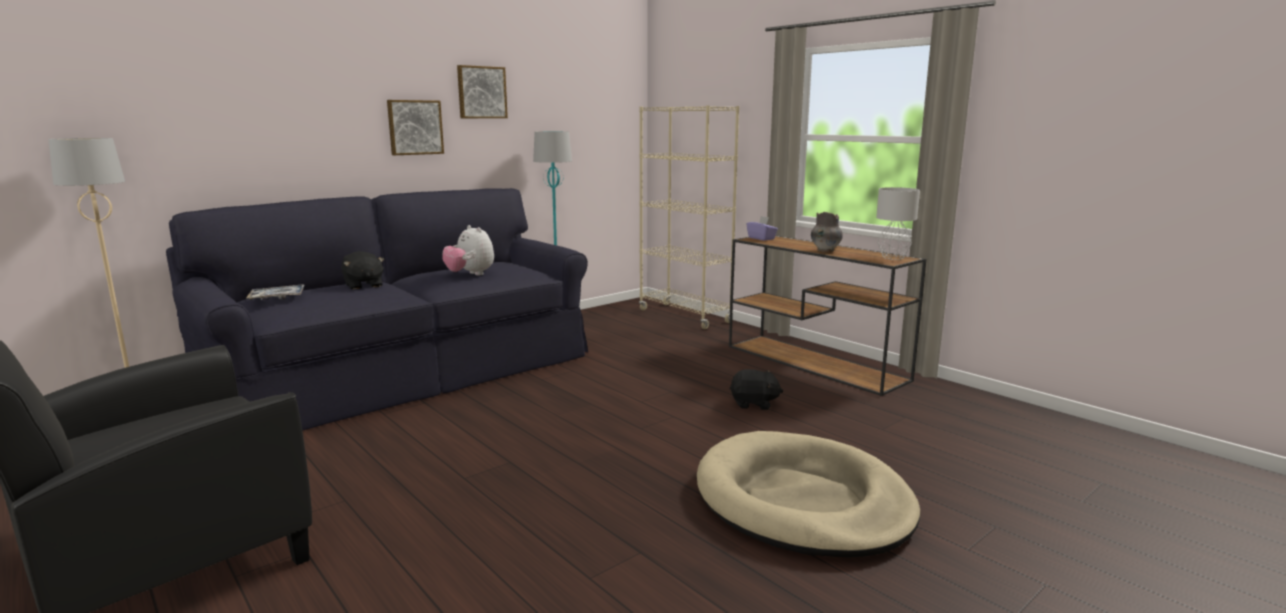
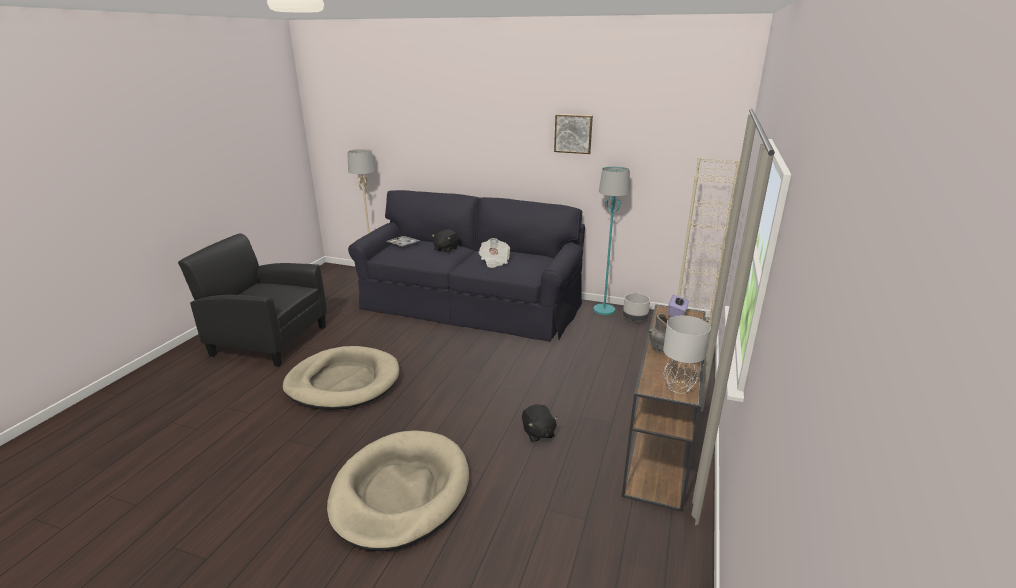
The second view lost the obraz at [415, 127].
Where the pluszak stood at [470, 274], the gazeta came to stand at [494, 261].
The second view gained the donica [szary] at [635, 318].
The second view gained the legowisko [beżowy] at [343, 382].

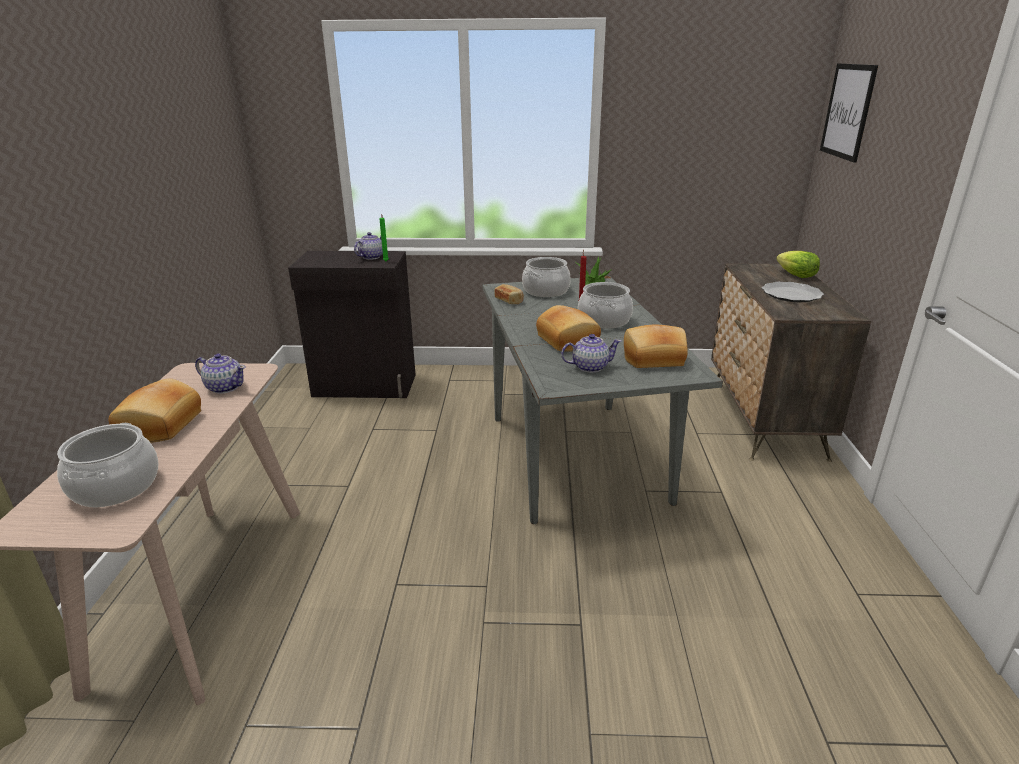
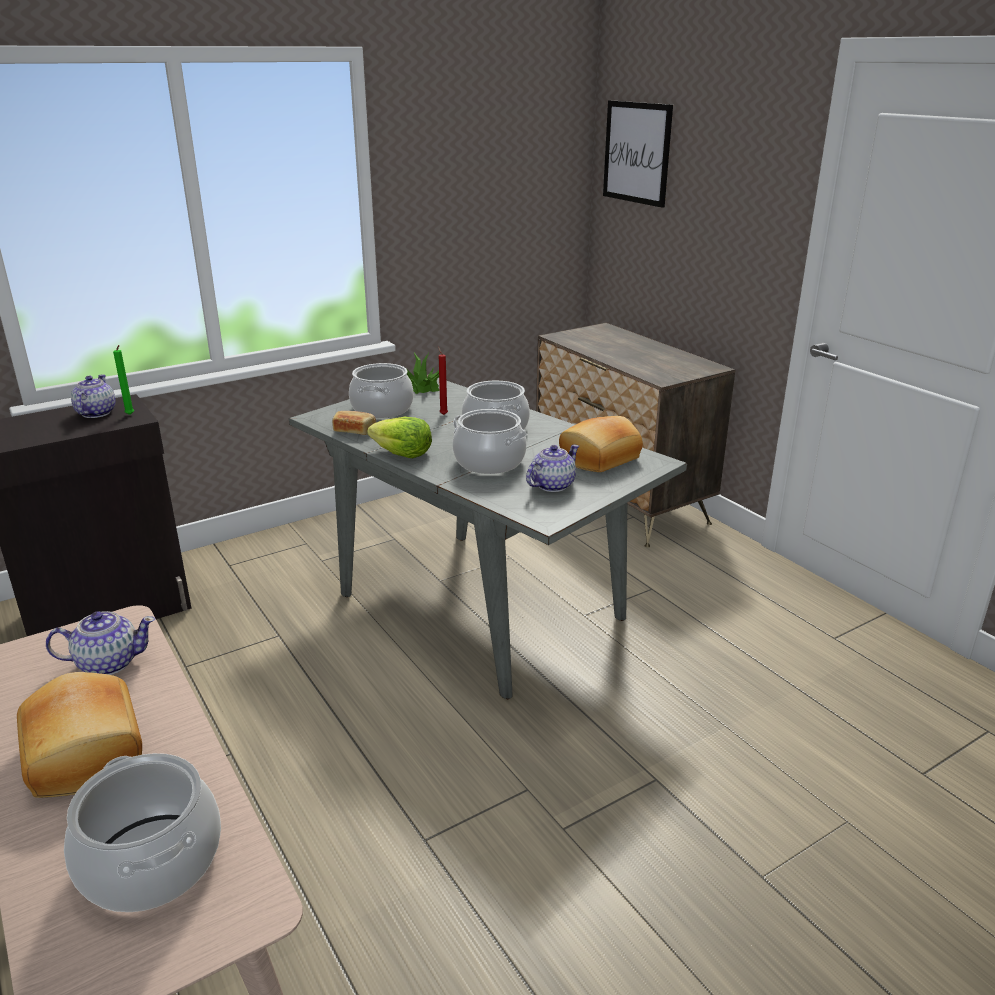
The sałata ended up elsewhere, having gone from [796, 275] to [402, 454].
The second view lost the talerz at [791, 294].
Where the chleb stood at [569, 340], the garnek came to stand at [490, 461].

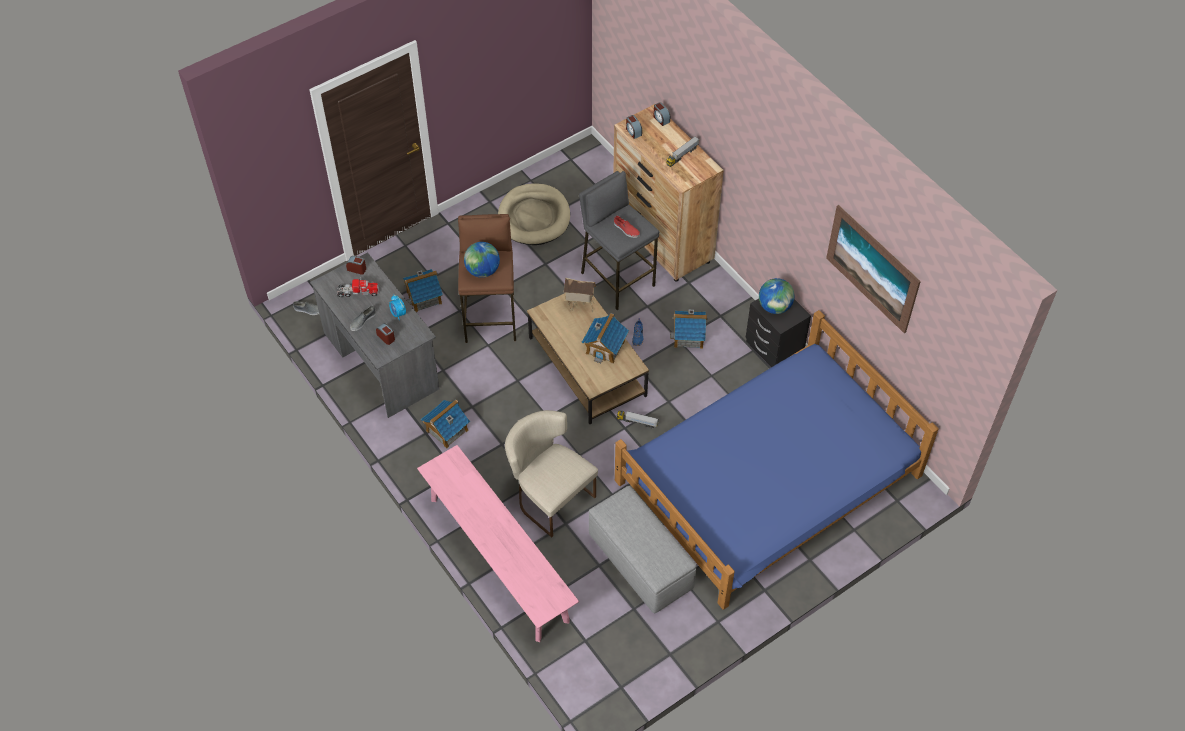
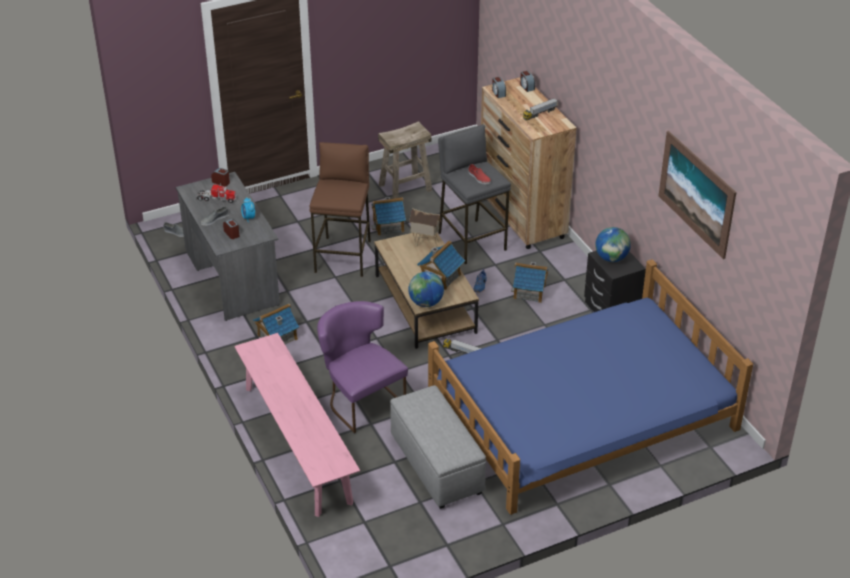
Where the legowisko [beżowy] stood at [534, 217], the stołek [beżowy] came to stand at [405, 187].
The globus ended up elsewhere, having gone from [482, 271] to [426, 303].
The domek ended up elsewhere, having gone from [424, 297] to [388, 225].
What was the krzesło [beżowy] at [549, 496] turned into the krzesło [fioletowy] at [361, 400].

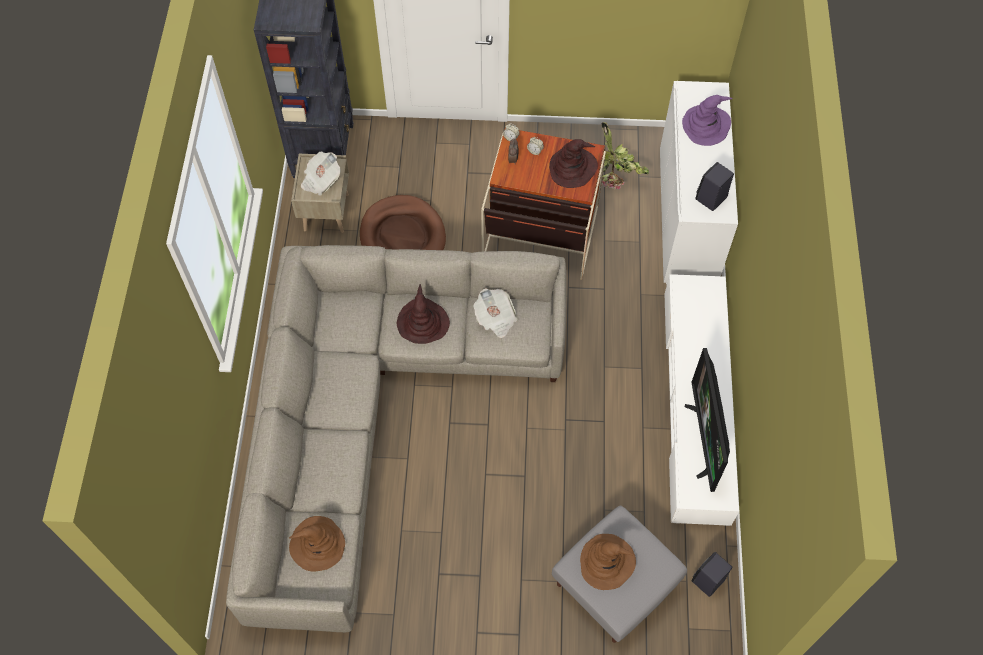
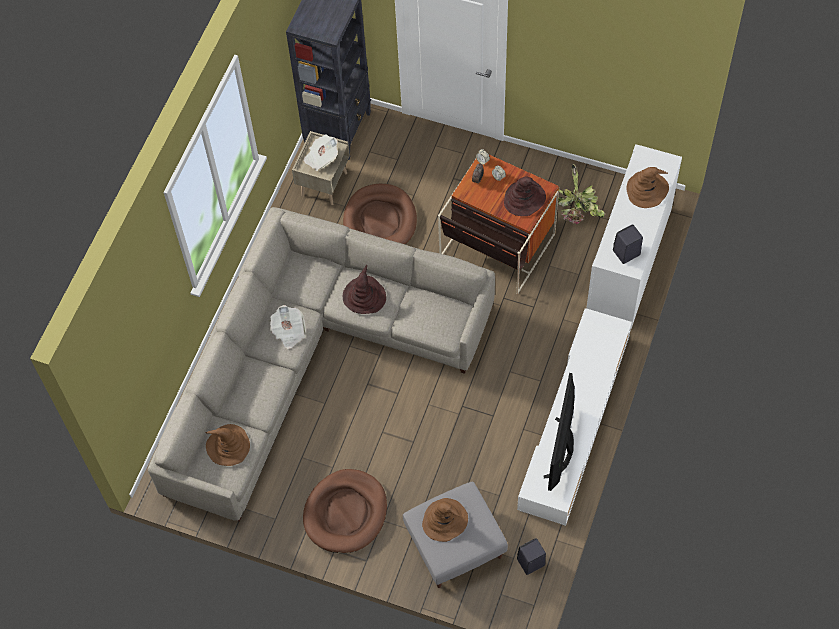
What was the kapelusz [fioletowy] at [706, 126] turned into the kapelusz [brązowy] at [647, 190].
The gazeta ended up elsewhere, having gone from [495, 319] to [289, 332].
The second view gained the legowisko [brązowy] at [346, 513].

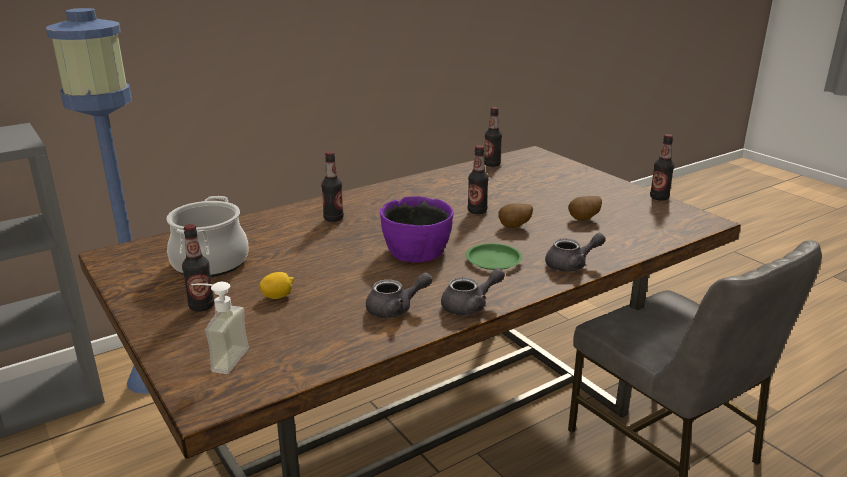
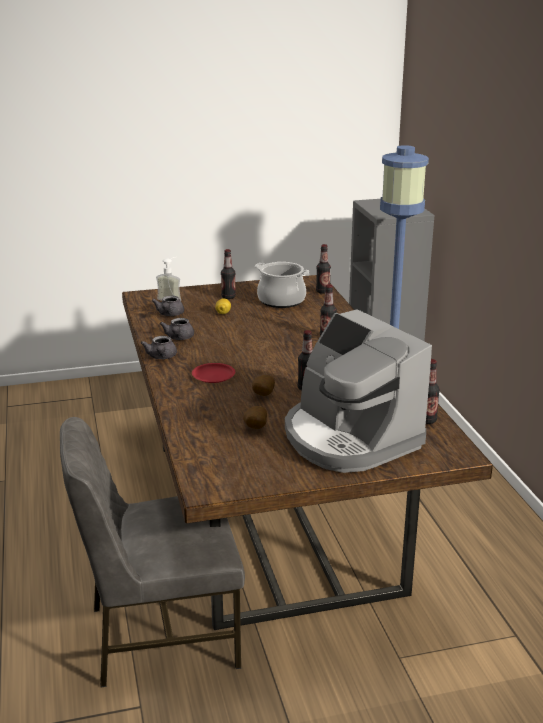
The butelka ended up elsewhere, having gone from [659, 198] to [323, 291].
The second view lost the miska [fioletowy] at [417, 251].
The imbryk [szary] ended up elsewhere, having gone from [571, 265] to [169, 314].
What was the talerz [zielony] at [493, 260] turned into the talerz [czerwony] at [213, 376].
The second view gained the ekspres do kawy at [349, 438].

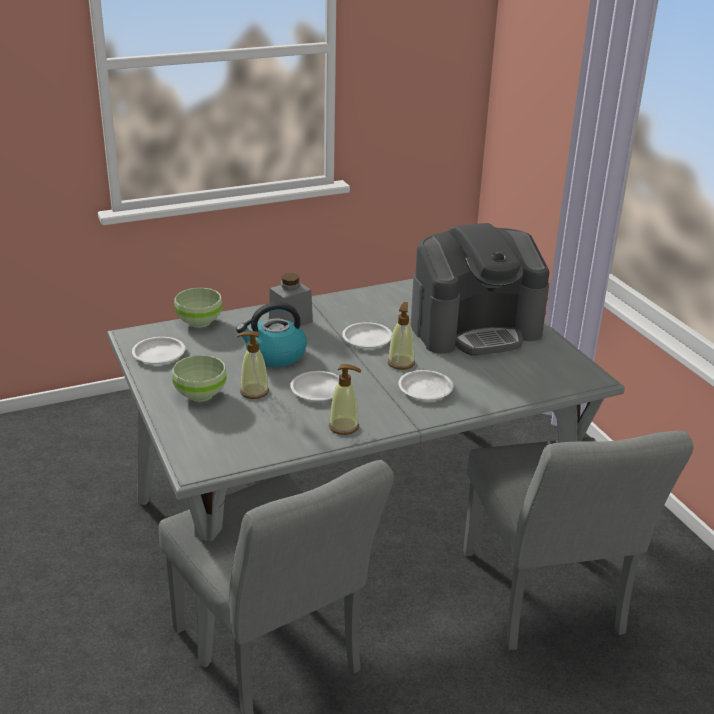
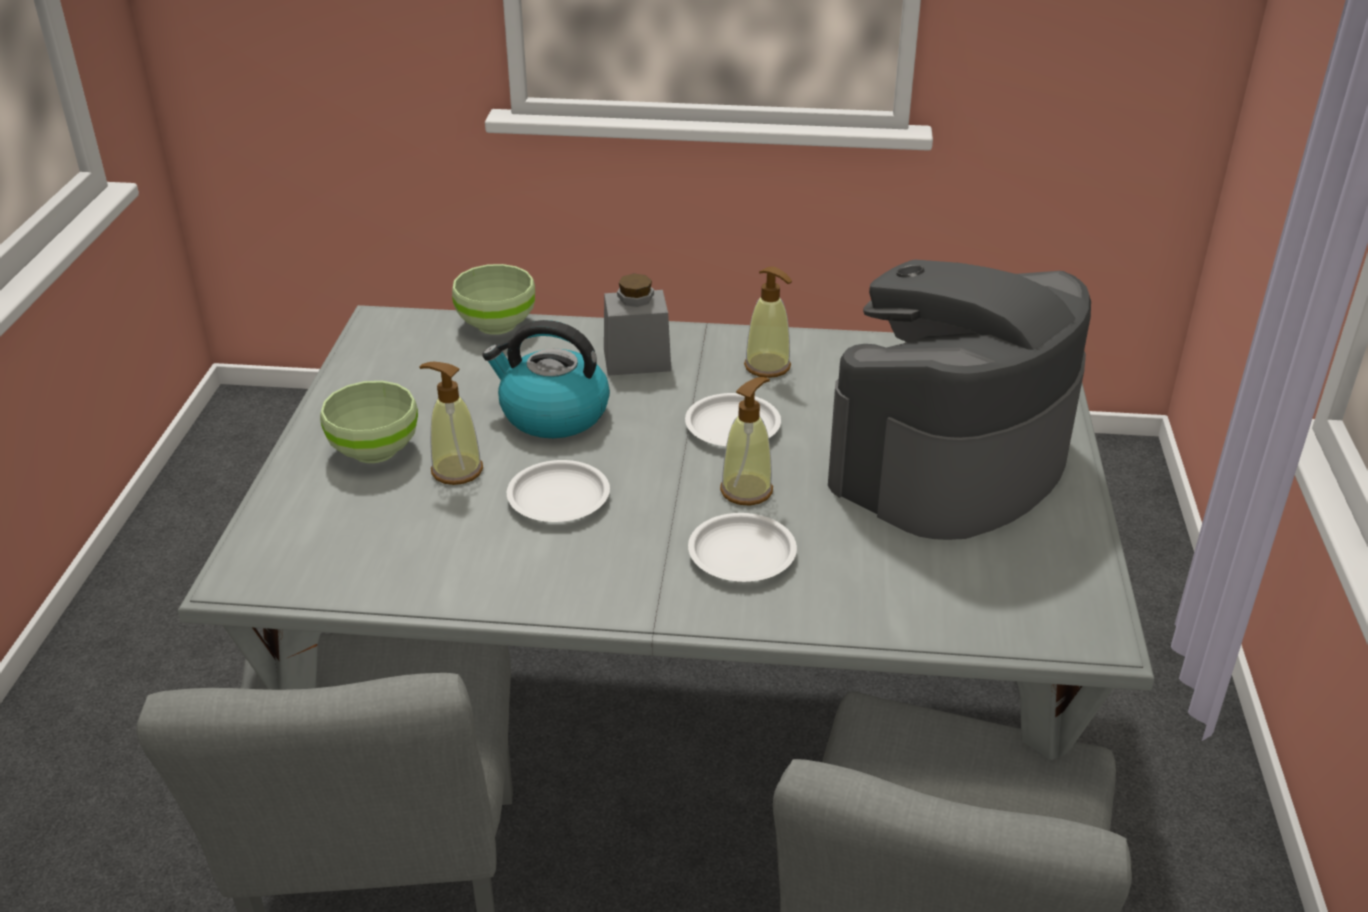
The ekspres do kawy at [475, 328] ended up facing another way, 120 degrees clockwise from before.
The second view lost the talerz [biały] at [158, 354].
The dozownik mydła ended up elsewhere, having gone from [344, 427] to [767, 366].

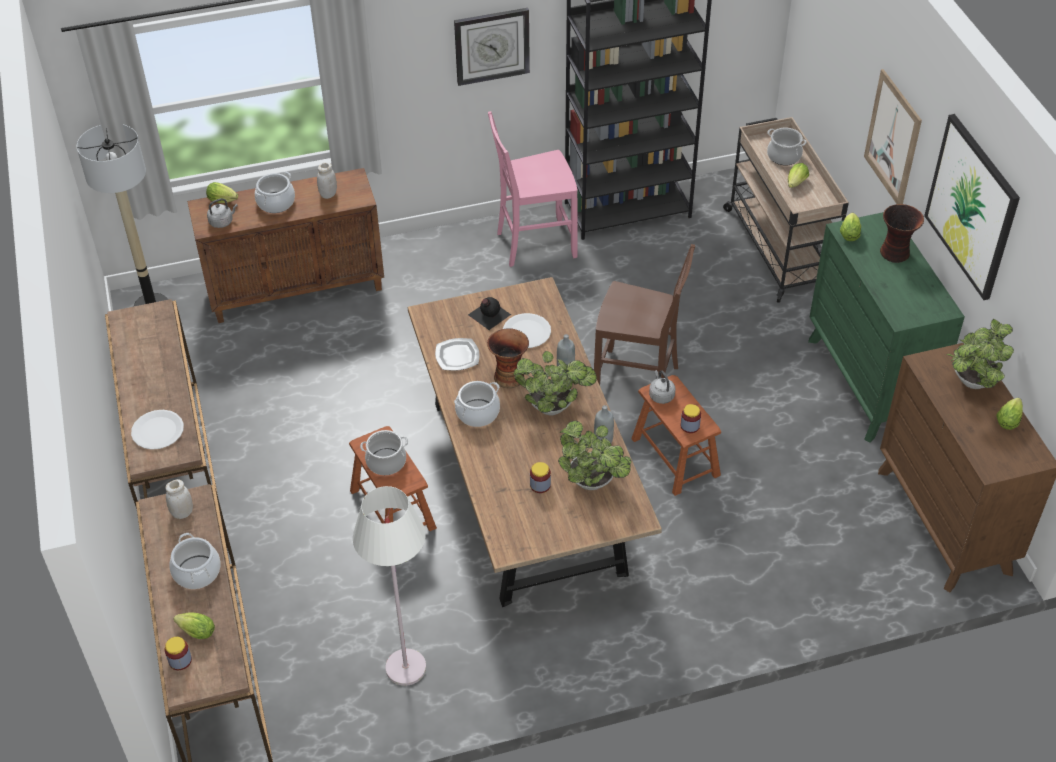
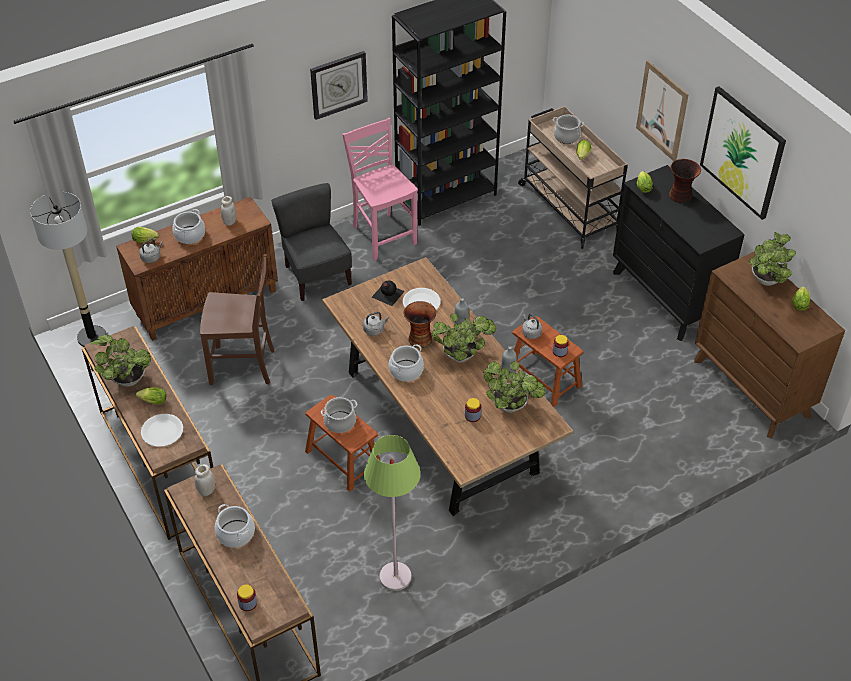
The krzesło [różowy] at [534, 244] ended up facing another way, 90 degrees clockwise from before.
What was the komoda [zielony] at [867, 382] turned into the komoda [czarny] at [665, 296].
The krzesło [brązowy] ended up elsewhere, having gone from [638, 380] to [244, 366].
Where the talerz stood at [457, 355], the czajnik [szary] came to stand at [375, 330].
What was the lampa stojąca [biały] at [405, 667] turned into the lampa stojąca [zielony] at [395, 576].
The sałata ended up elsewhere, having gone from [195, 631] to [152, 401].
The second view gained the krzesło [szary] at [316, 276].
The second view gained the roślina doniczkowa at [126, 379].

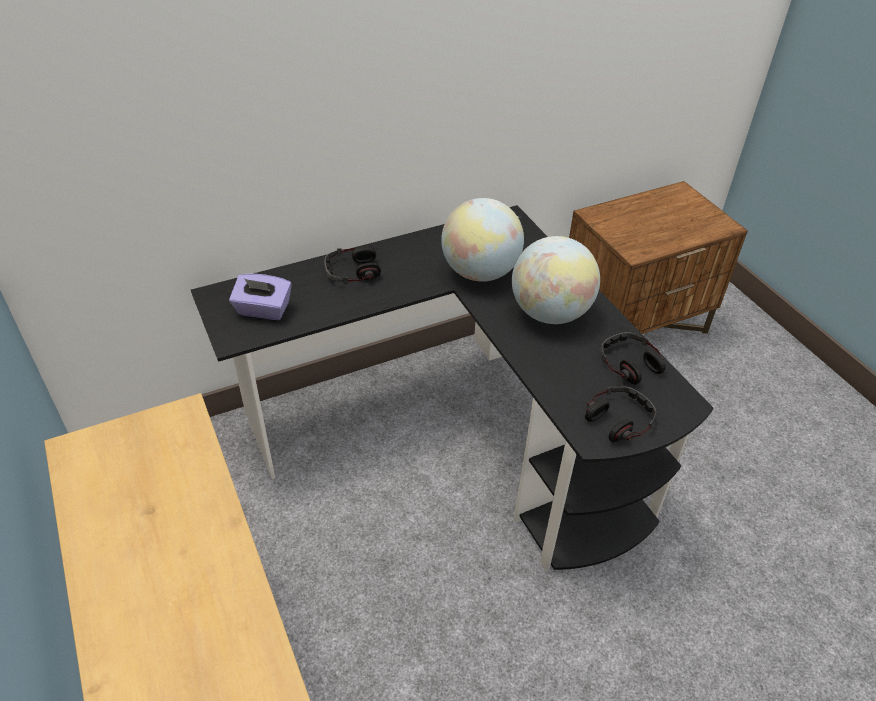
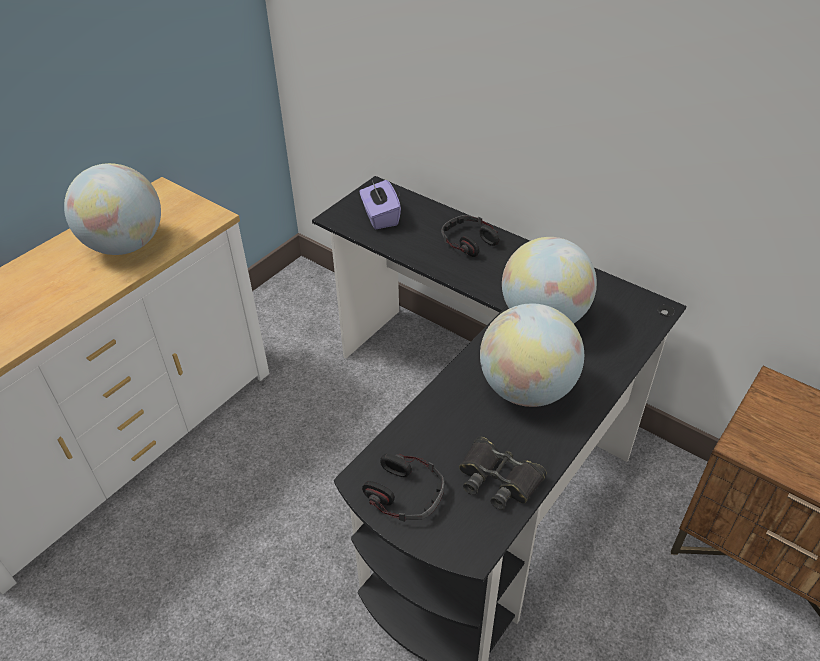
Where the słuchawki stood at [629, 363], the lornetka [czarny] came to stand at [498, 478].
The second view gained the globus at [126, 245].

